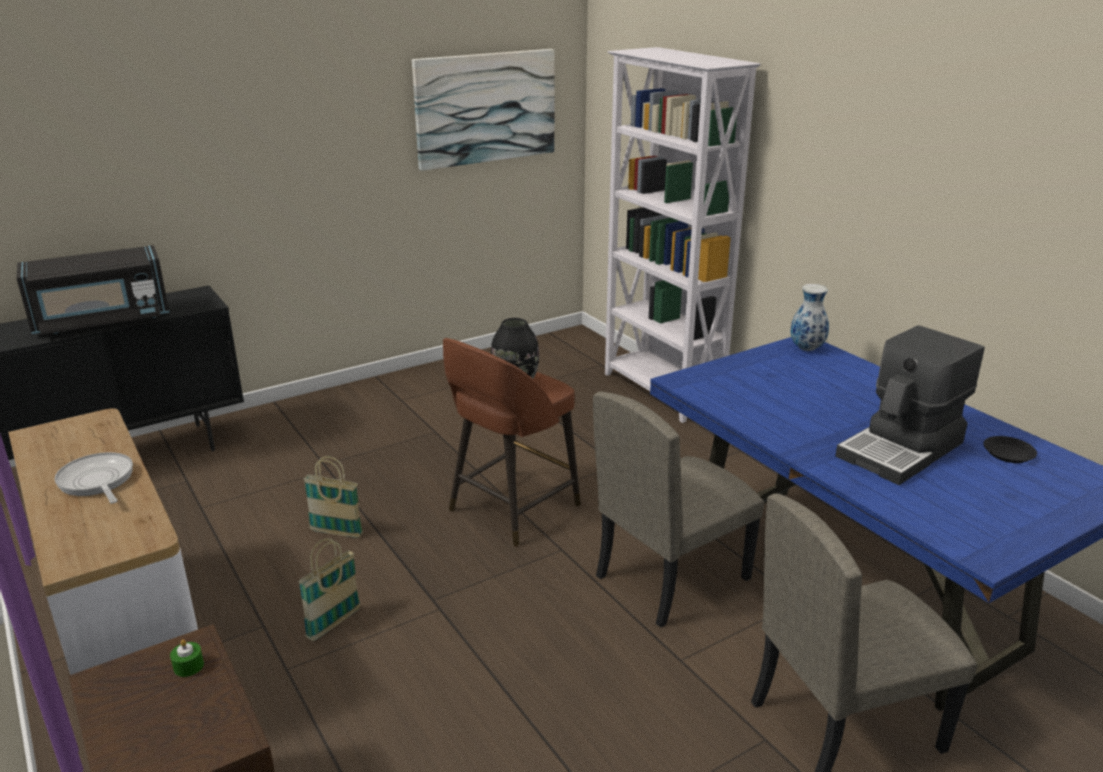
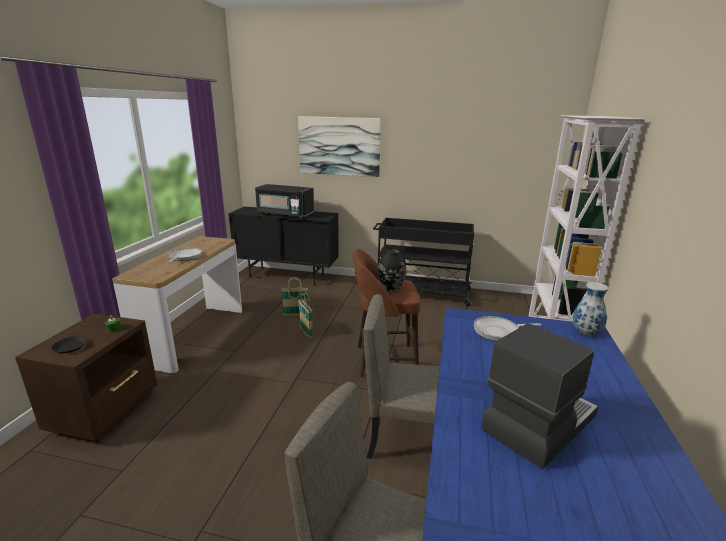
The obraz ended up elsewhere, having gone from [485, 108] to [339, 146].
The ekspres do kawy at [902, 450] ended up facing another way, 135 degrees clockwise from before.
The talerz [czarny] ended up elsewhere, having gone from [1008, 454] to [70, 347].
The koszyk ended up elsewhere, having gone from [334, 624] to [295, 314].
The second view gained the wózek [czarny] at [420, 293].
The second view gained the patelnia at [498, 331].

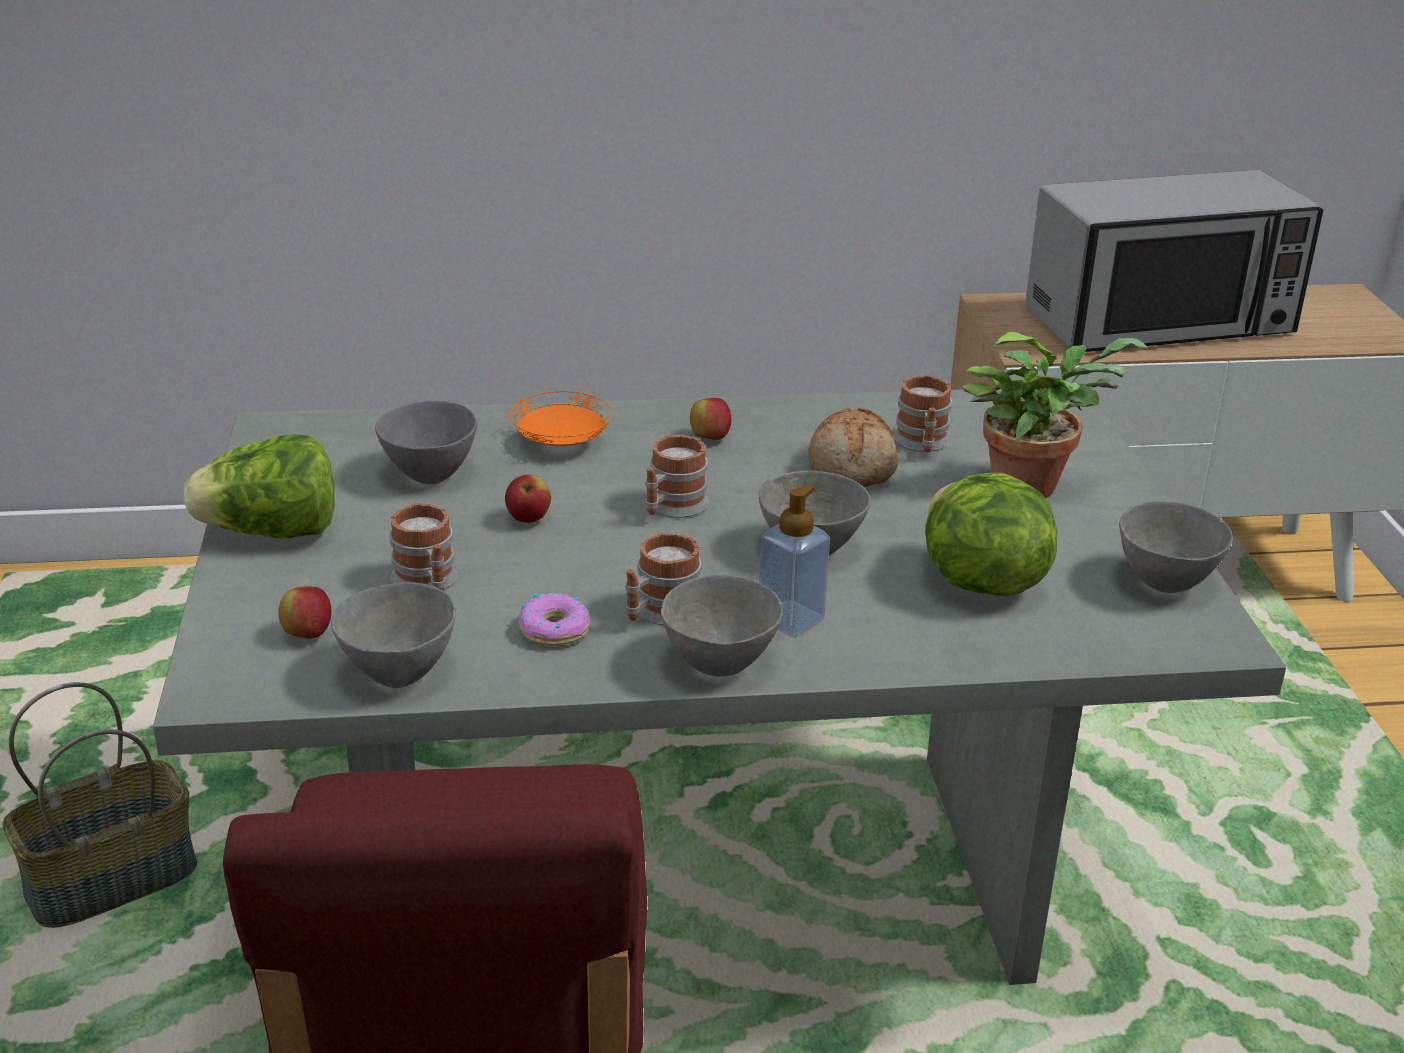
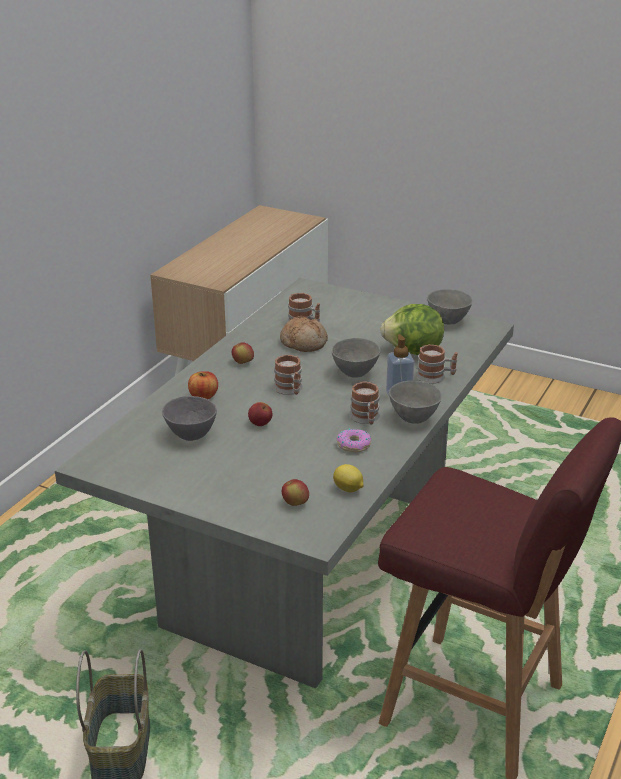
The second view lost the mikrofalówka at [1161, 323].
The second view lost the roślina doniczkowa at [1031, 485].
Where the talerz [pomarańczowy] stood at [561, 443], the jabłko came to stand at [203, 396].
The second view lost the sałata at [272, 533].
The kubek ended up elsewhere, having gone from [428, 583] to [435, 377].
Where the miska [szary] stood at [398, 672], the cytryna came to stand at [348, 489].

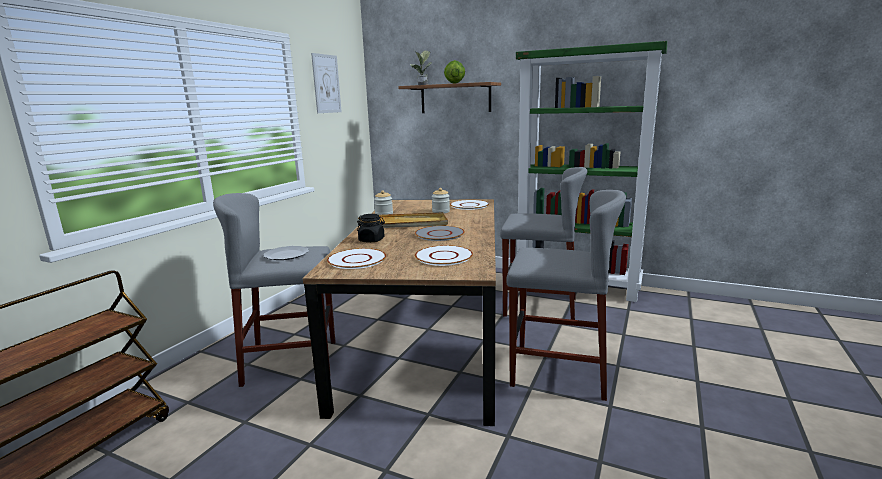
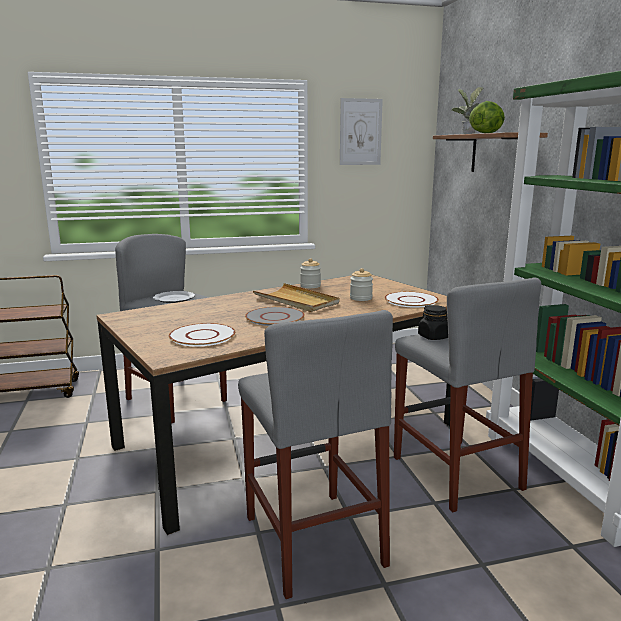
The słoik [czarny] ended up elsewhere, having gone from [372, 240] to [434, 337].
The second view lost the talerz [biały] at [356, 260].

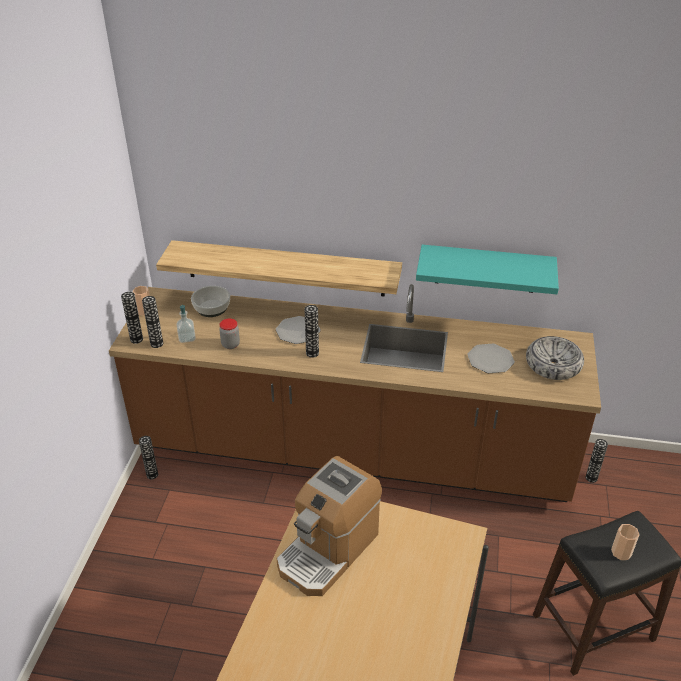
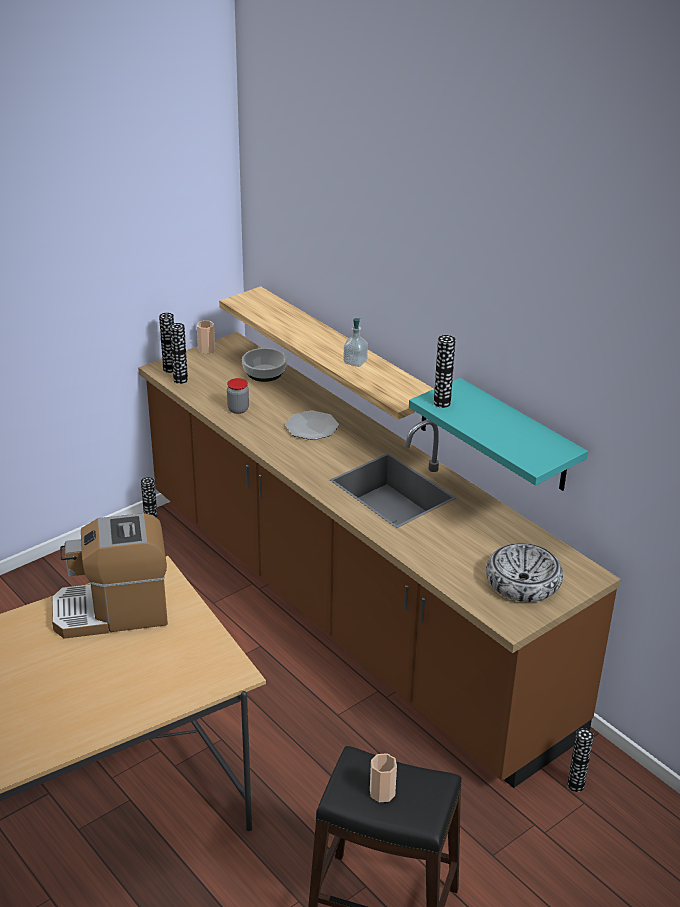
The dozownik mydła ended up elsewhere, having gone from [187, 338] to [355, 362].
The wazon ended up elsewhere, having gone from [312, 353] to [442, 403].
The second view lost the talerz at [490, 359].

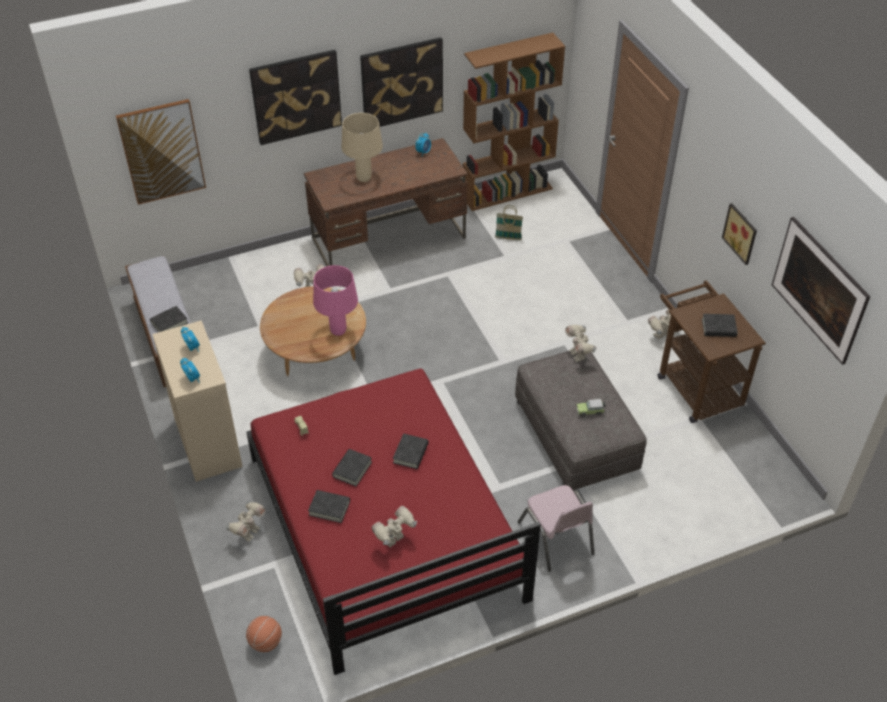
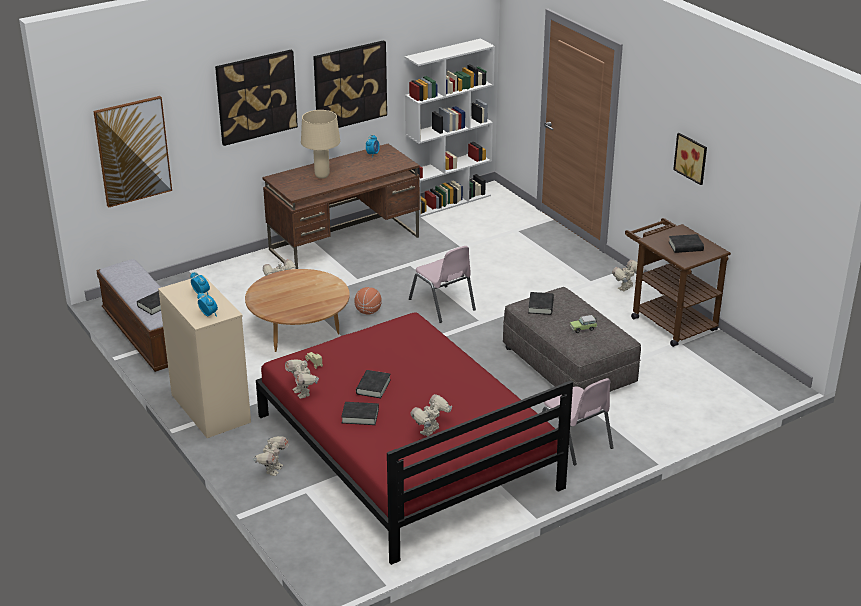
What was the regał [brązowy] at [507, 192] turned into the regał [biały] at [449, 201].
The second view lost the koszyk at [508, 238].
The second view lost the obraz at [813, 306].
The second view lost the lampa stołowa [różowy] at [338, 331].
The robot zabawkowy ended up elsewhere, having gone from [578, 355] to [302, 393].
The książka [czarny] ended up elsewhere, having gone from [410, 453] to [541, 306].
The piłka do koszykówki ended up elsewhere, having gone from [265, 642] to [368, 312].
The second view gained the krzesło [różowy] at [442, 304].

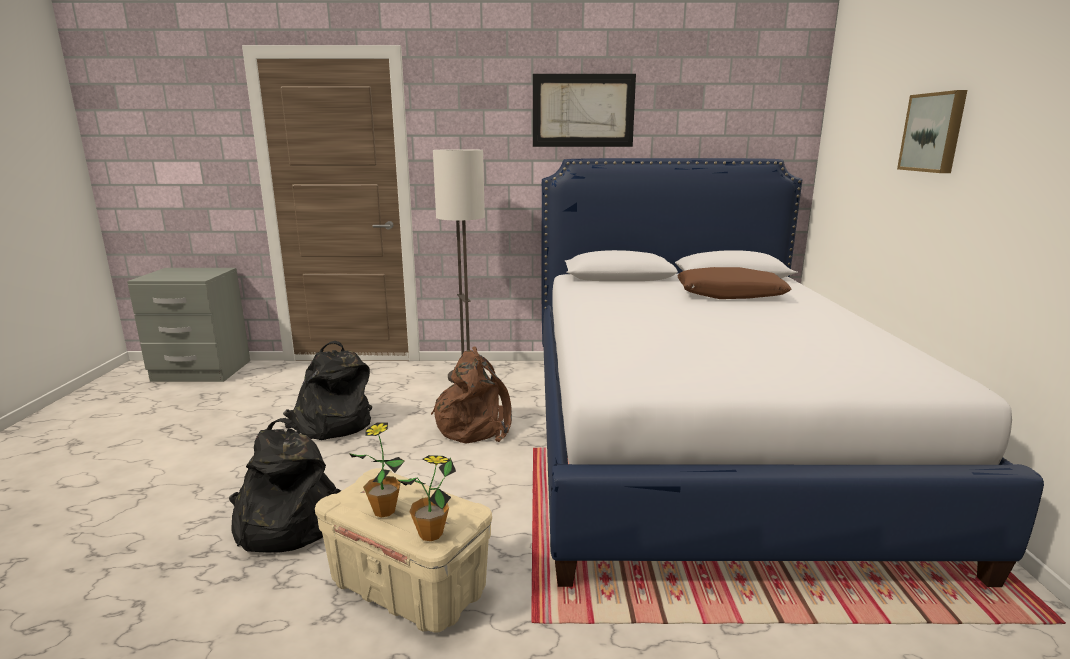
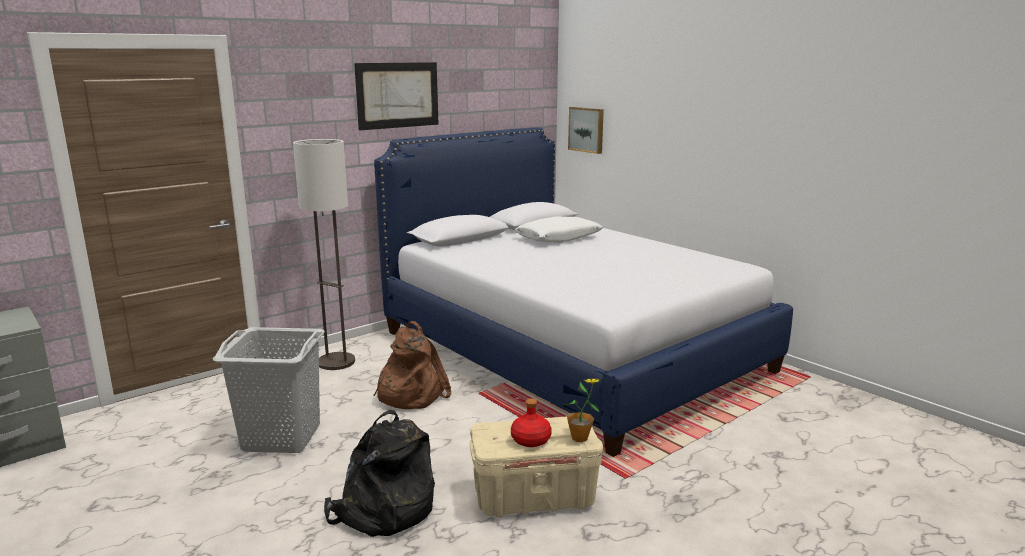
The obraz ended up elsewhere, having gone from [934, 132] to [587, 129].
What was the poduszka [brązowy] at [730, 294] turned into the poduszka [biały] at [558, 238].
Where the plecak [czarny] stood at [332, 424], the kosz na pranie [szary] came to stand at [281, 437].
Where the roślina doniczkowa stood at [384, 510], the butelka [czerwony] came to stand at [531, 440].

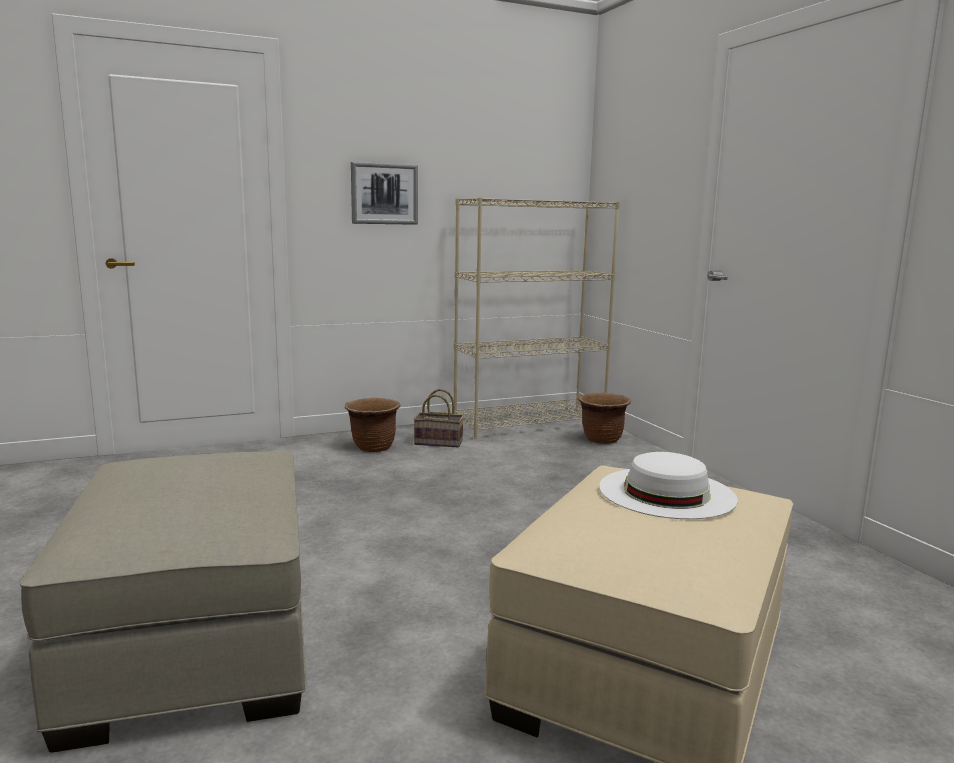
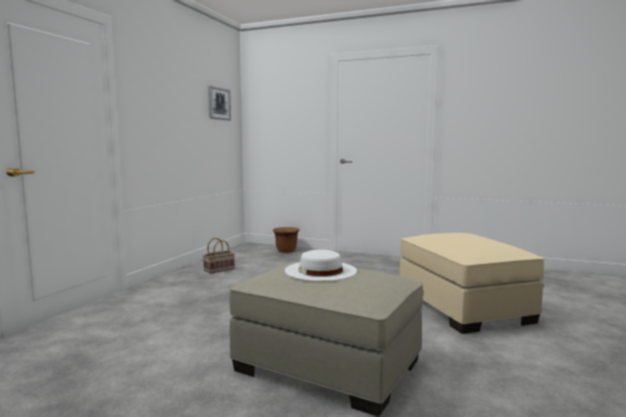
The obraz ended up elsewhere, having gone from [384, 194] to [218, 103].
The second view lost the regał [beżowy] at [530, 423].
The second view lost the donica [brązowy] at [373, 447].
The kapelusz [biały] ended up elsewhere, having gone from [666, 492] to [320, 270].

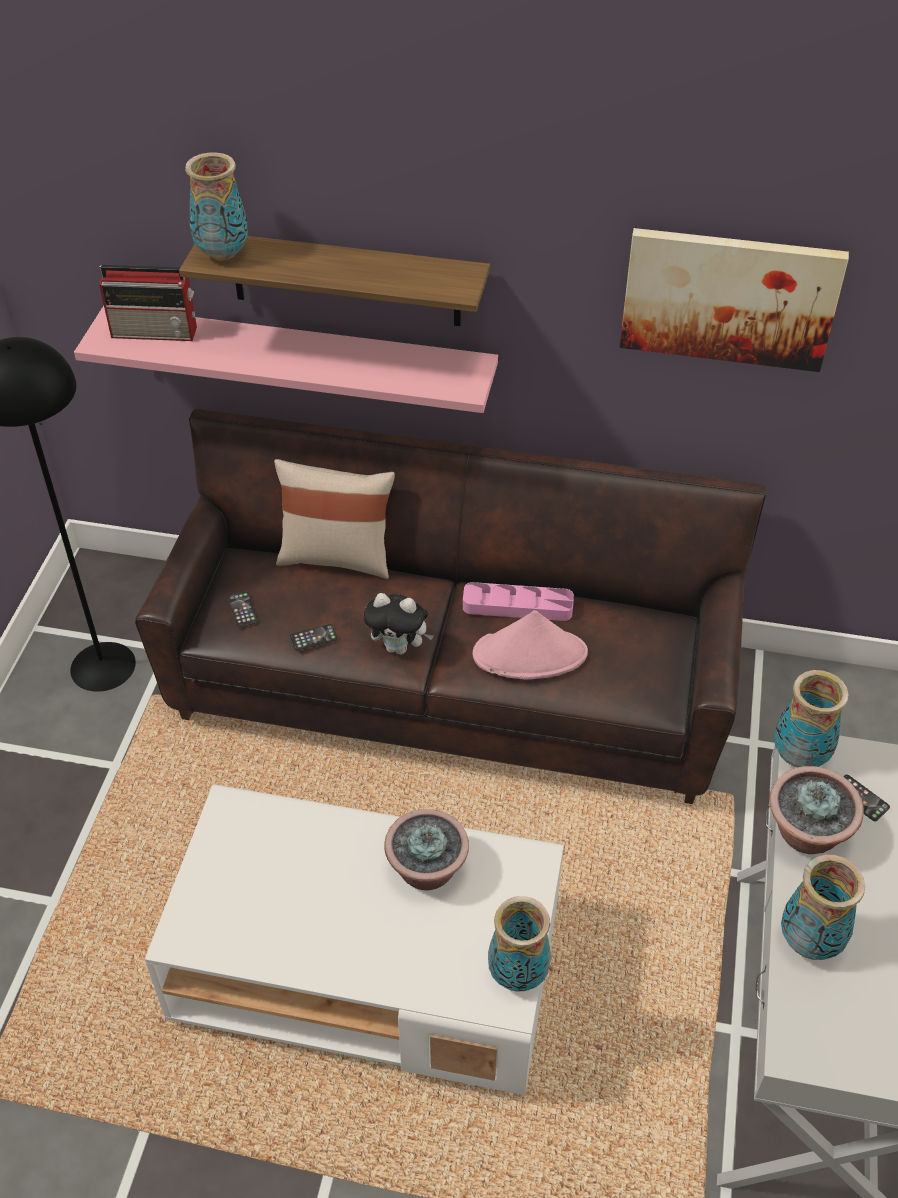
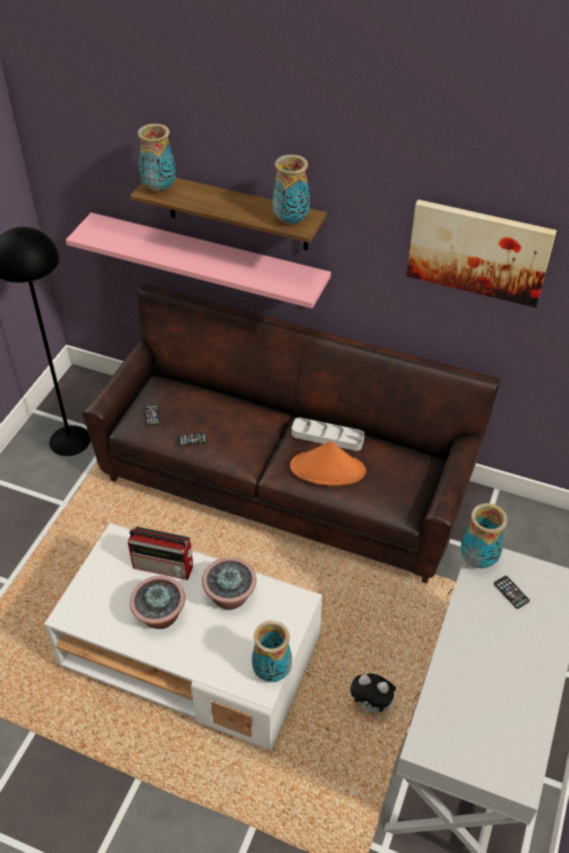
The radio ended up elsewhere, having gone from [156, 331] to [164, 566].
The second view lost the poduszka [beżowy] at [337, 557].
What was the taca [różowy] at [517, 606] turned into the taca [szary] at [327, 437].
The pluszak ended up elsewhere, having gone from [399, 647] to [372, 705].
What was the kapelusz [różowy] at [530, 654] turned into the kapelusz [pomarańczowy] at [328, 469].
The roślina doniczkowa ended up elsewhere, having gone from [805, 835] to [160, 617].
The wazon ended up elsewhere, having gone from [809, 942] to [290, 221].

